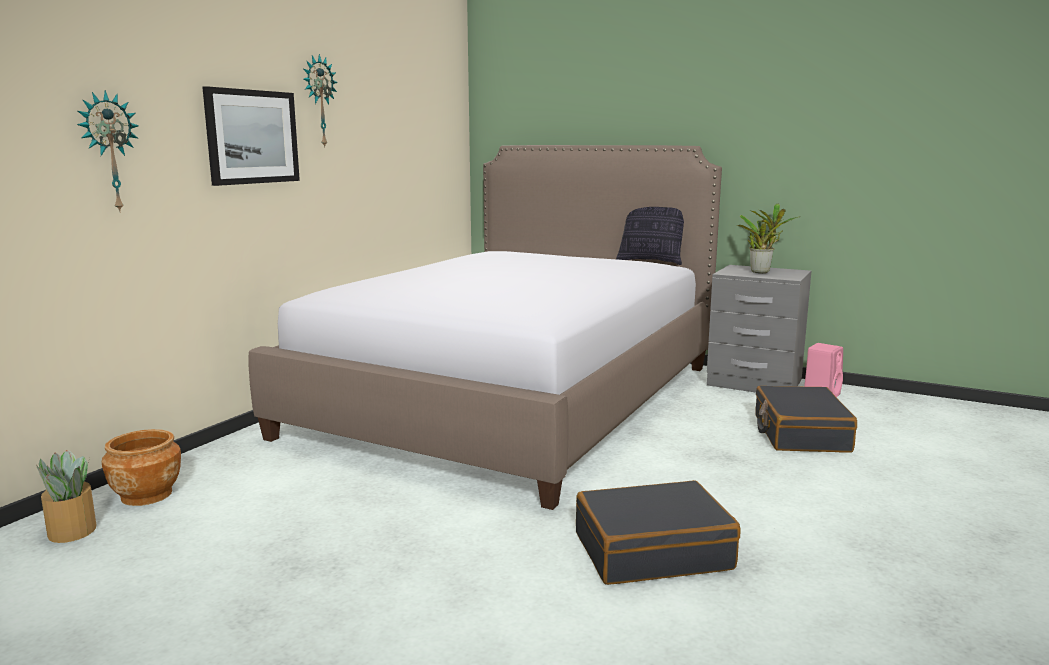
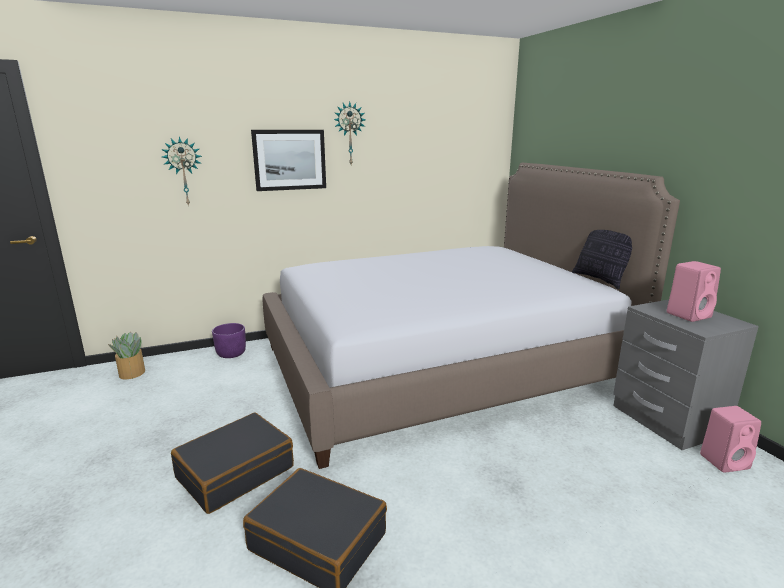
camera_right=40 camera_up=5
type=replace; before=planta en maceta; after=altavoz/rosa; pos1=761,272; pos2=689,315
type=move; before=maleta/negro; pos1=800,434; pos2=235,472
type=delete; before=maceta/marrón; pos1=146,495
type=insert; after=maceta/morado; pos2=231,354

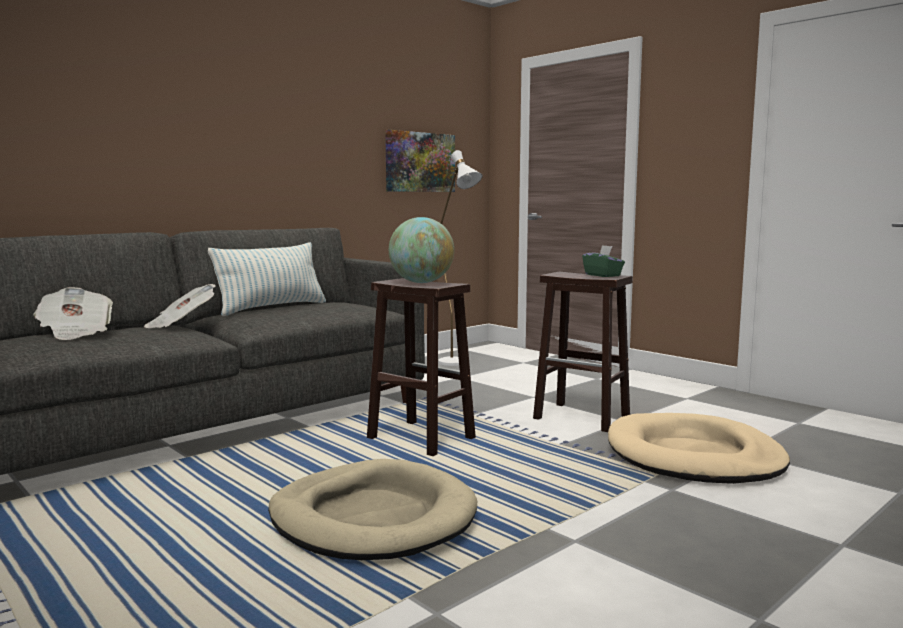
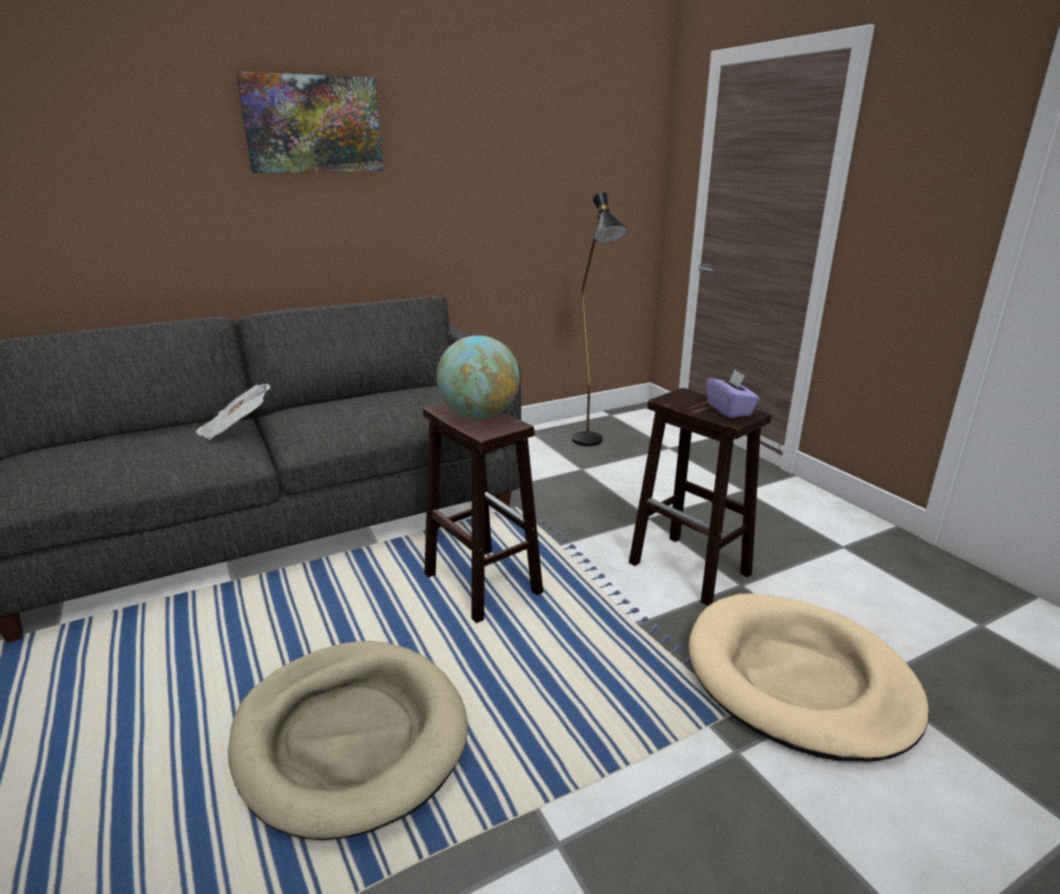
camera_right=15 camera_up=15
type=move; before=cuadro; pos1=420,162; pos2=313,124
type=recolor; before=lámpara de pie/blanco; after=lámpara de pie/negro; pos1=457,365; pos2=592,444
type=delete; before=cojín; pos1=272,308
type=recolor; before=caja de pañuelos/verde; after=caja de pañuelos/morado; pos1=603,275; pos2=729,410
type=delete; before=periódico; pos1=75,333

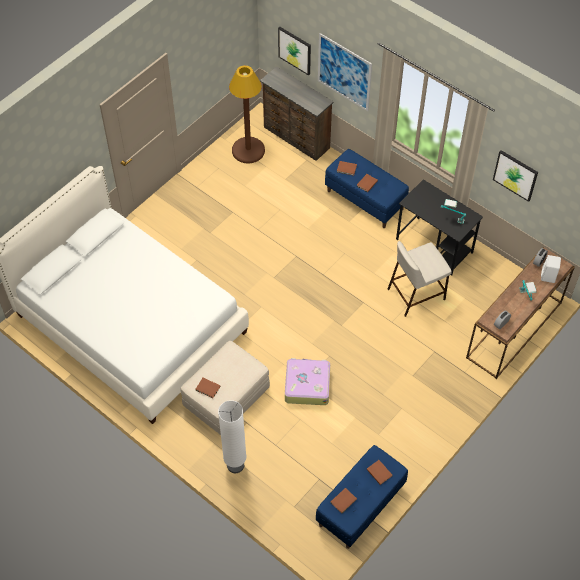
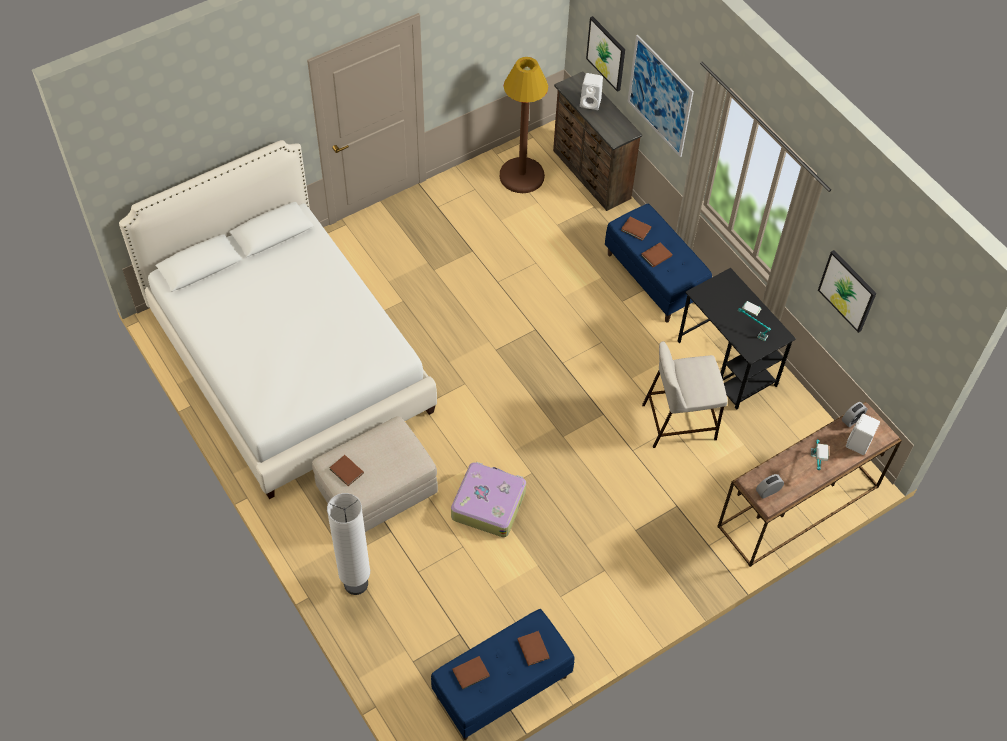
camera_right=15 camera_up=0
type=insert; after=altavoz/blanco; pos2=591,103

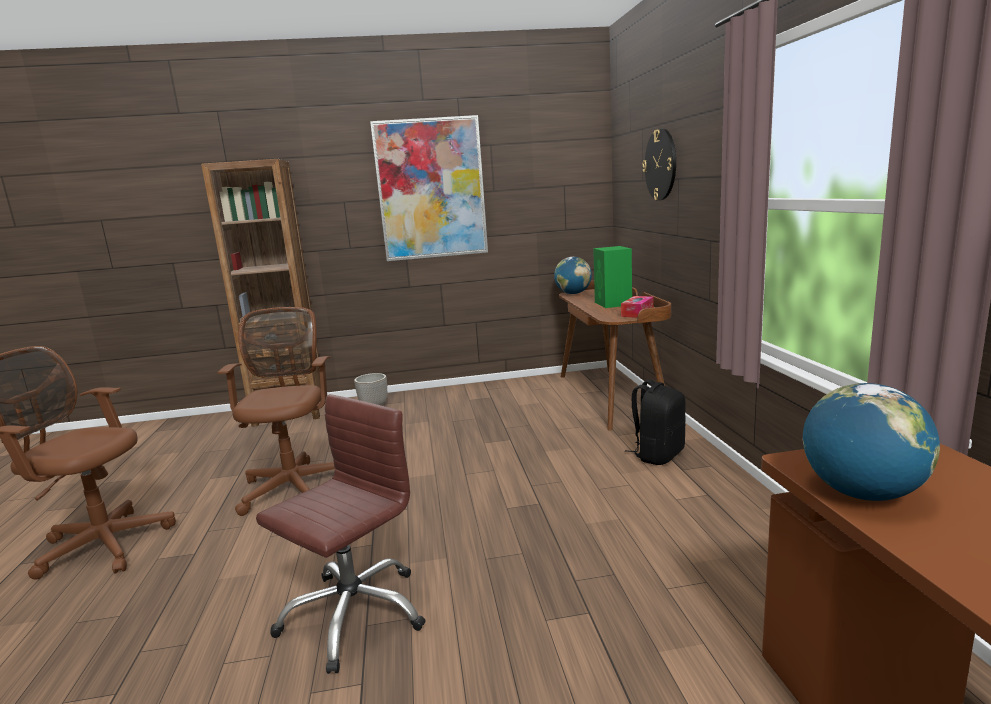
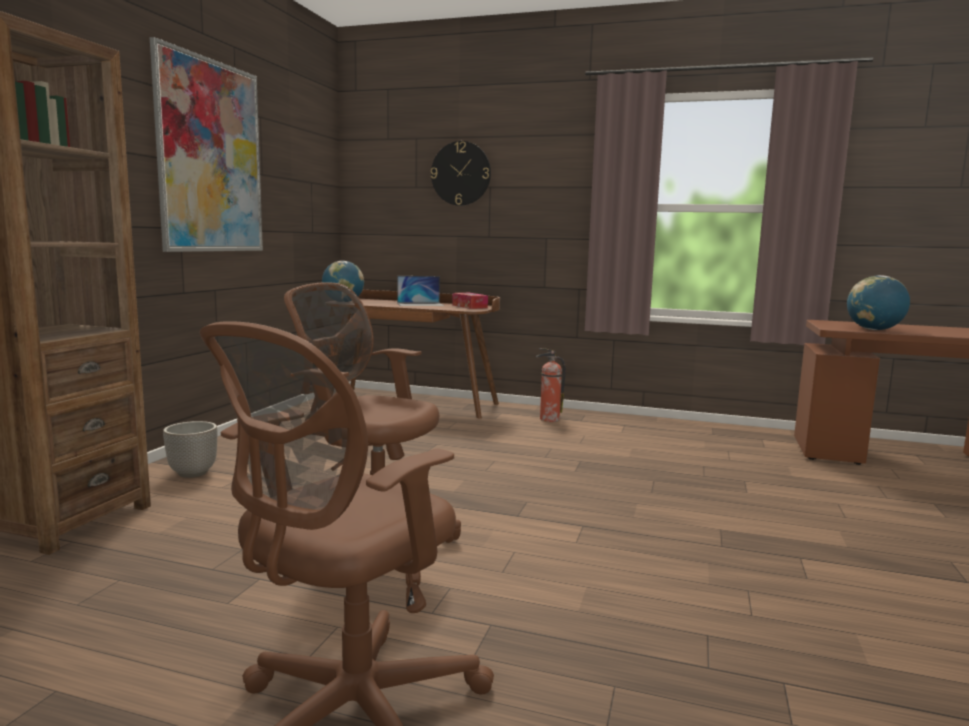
camera_right=-65 camera_up=-5
type=replace; before=altavoz/verde; after=portátil; pos1=613,304; pos2=420,304
type=replace; before=mochila/negro; after=extintor; pos1=658,455; pos2=548,419
type=delete; before=silla de oficina/marrón; pos1=353,614

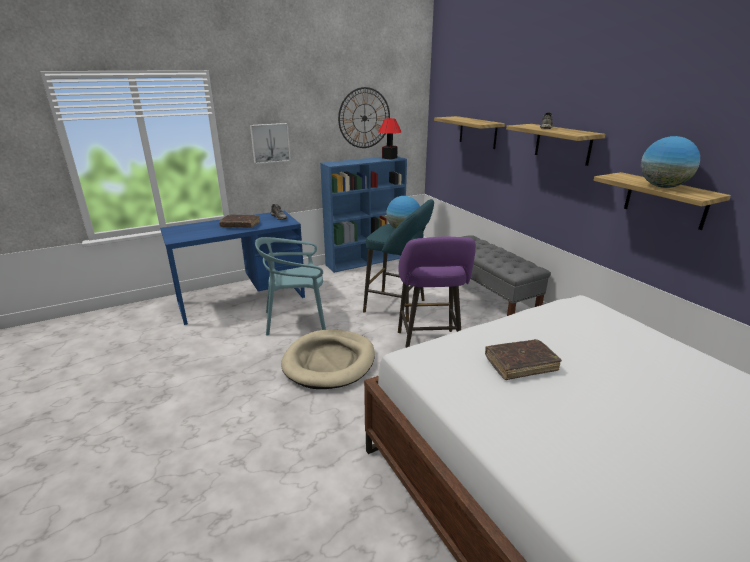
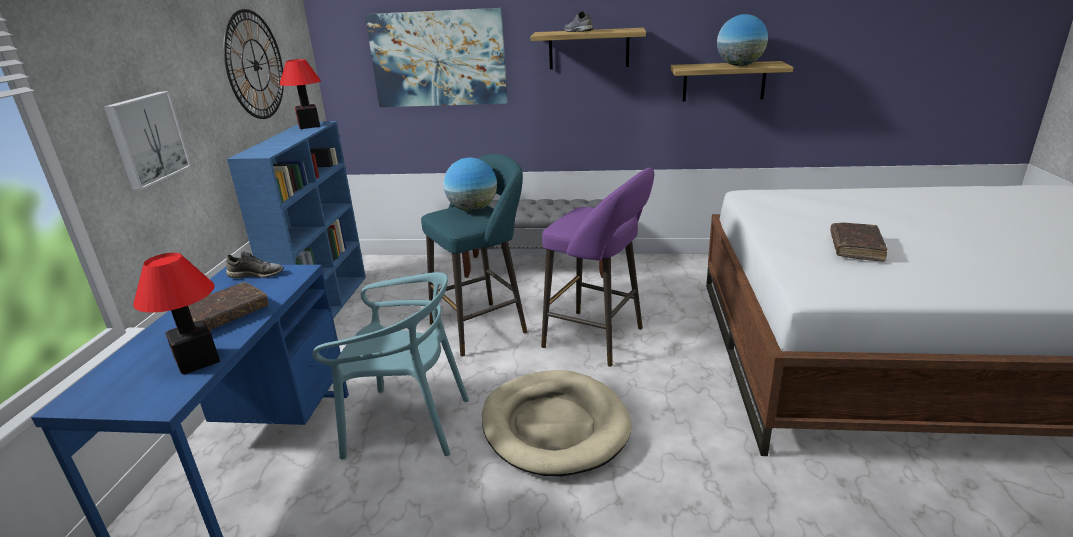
camera_right=-55 camera_up=0
type=replace; before=estante; after=cuadro; pos1=478,132; pos2=438,59
type=rotate; before=silla/turquesa; pos1=296,320; pos2=407,424; turn=-105
type=insert; after=lámpara de mesa; pos2=197,360

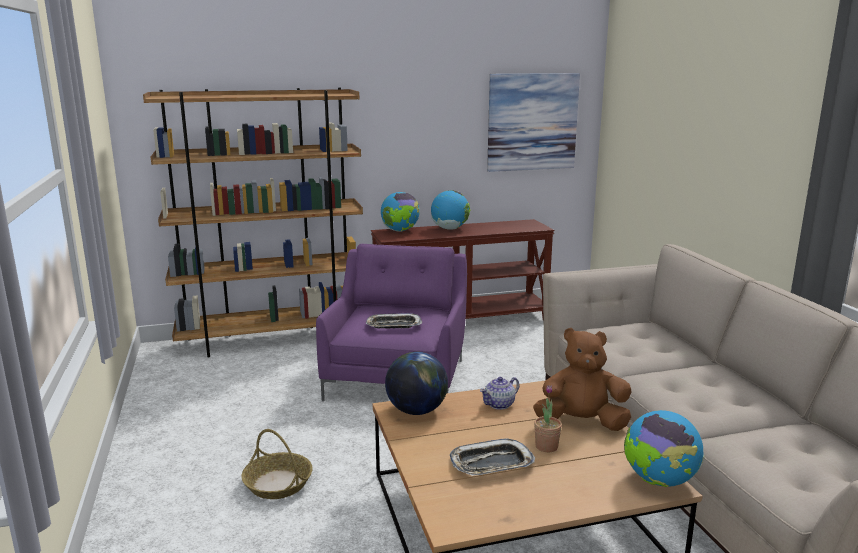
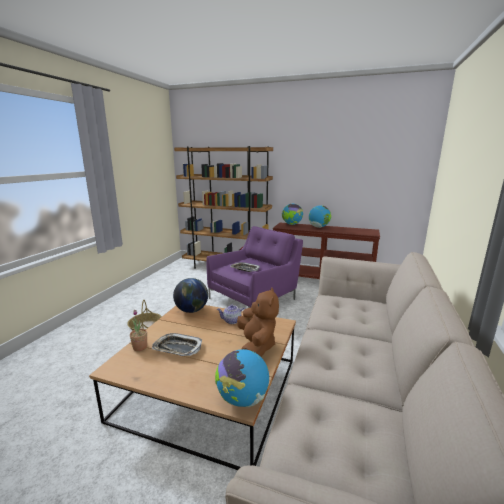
camera_right=35 camera_up=0
type=delete; before=cuadro; pos1=532,122
type=rotate; before=peluche/marrón; pos1=581,423; pos2=256,346; turn=45
type=move; before=planta en maceta; pos1=546,446; pos2=140,347

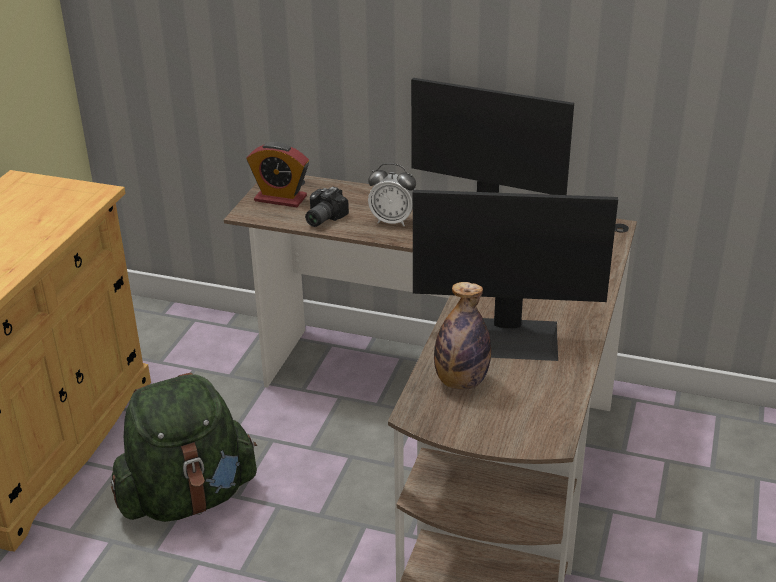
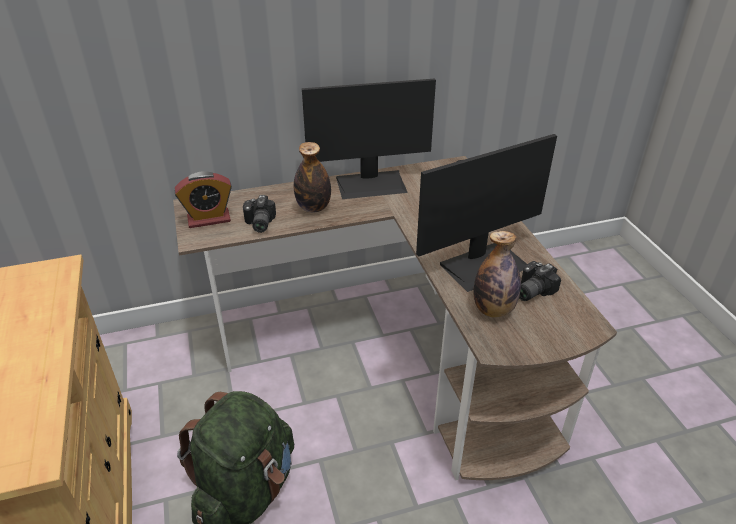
camera_right=-35 camera_up=5
type=replace; before=despertador; after=botella; pos1=392,221; pos2=313,207
type=insert; after=cámara; pos2=530,290

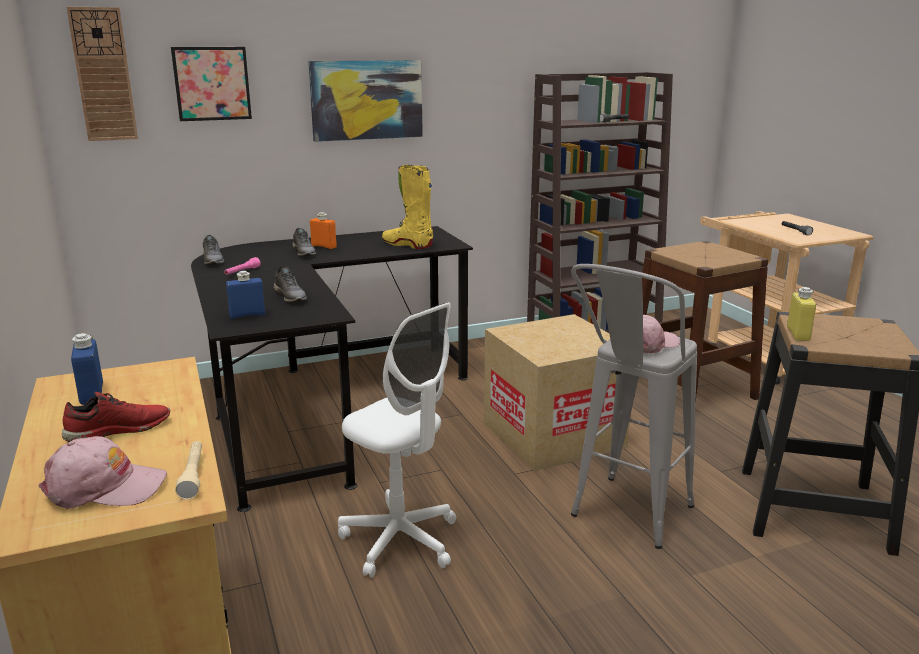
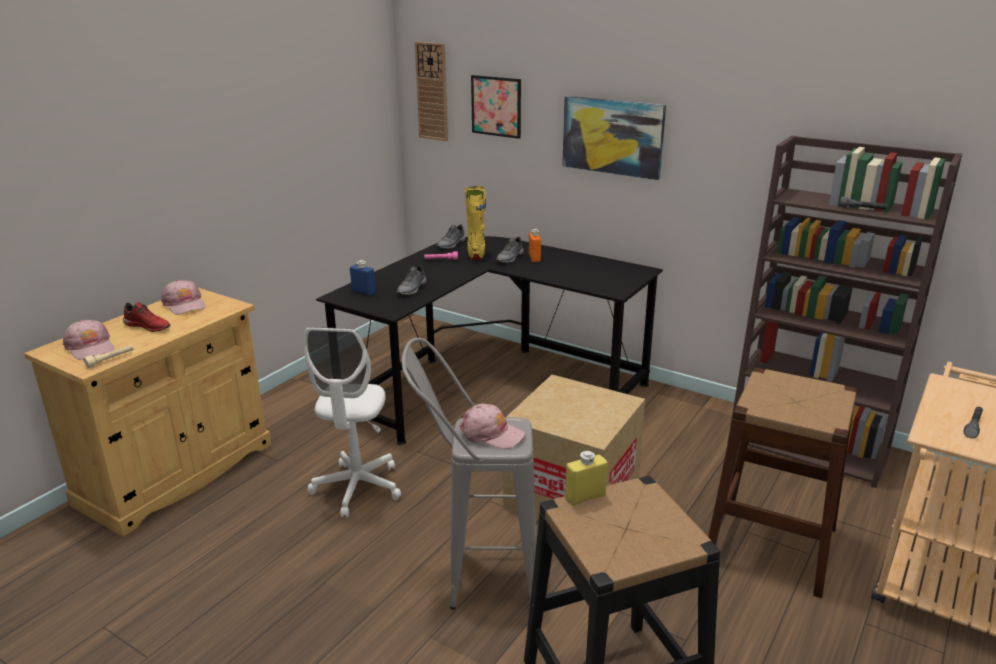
camera_right=55 camera_up=5
type=move; before=bota/amarillo; pos1=407,245; pos2=476,253
type=replace; before=botella/azul; after=gorra/rosa; pos1=92,394; pos2=185,304

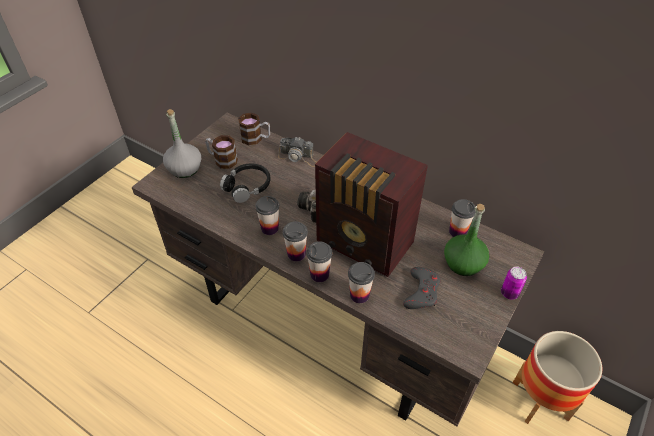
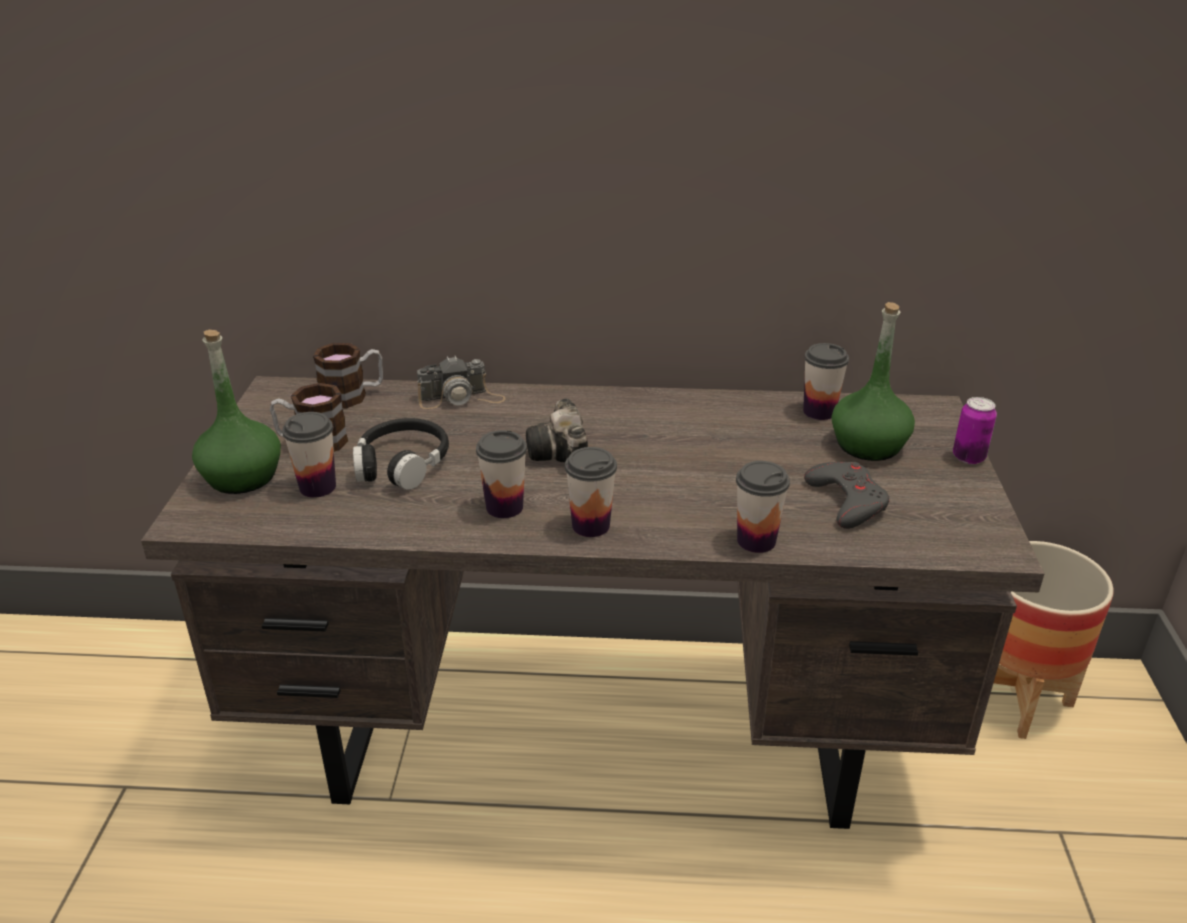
camera_right=-30 camera_up=-15
type=recolor; before=botella/gris; after=botella/verde; pos1=185,168; pos2=243,477
type=delete; before=radio; pos1=365,244
type=move; before=taza; pos1=319,274; pos2=317,487

